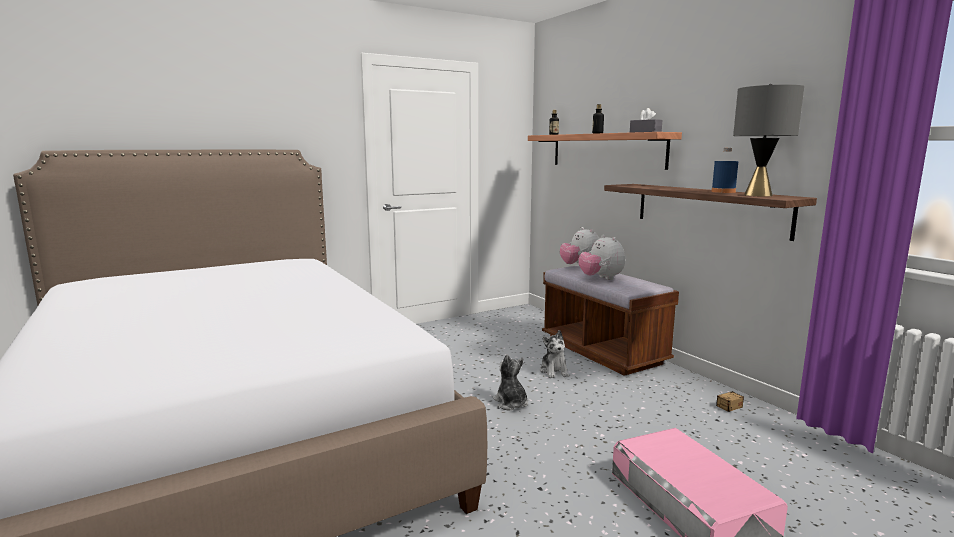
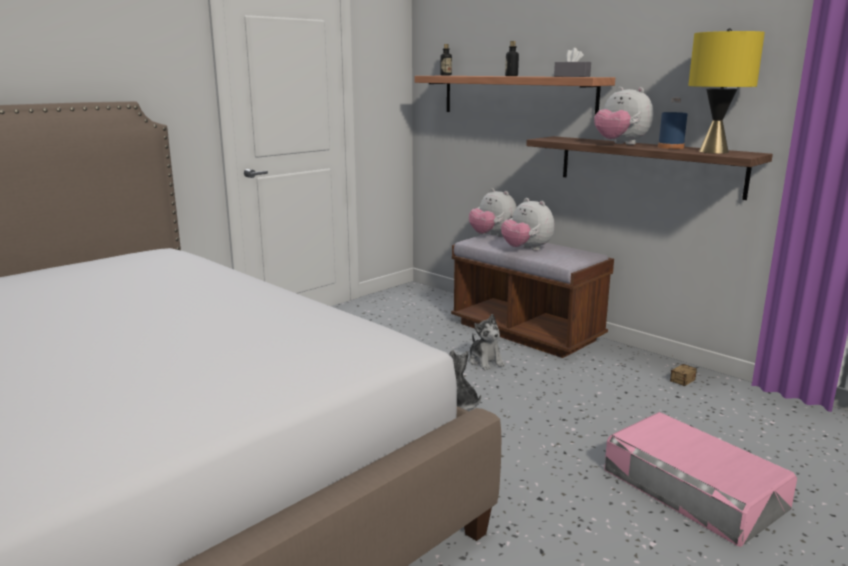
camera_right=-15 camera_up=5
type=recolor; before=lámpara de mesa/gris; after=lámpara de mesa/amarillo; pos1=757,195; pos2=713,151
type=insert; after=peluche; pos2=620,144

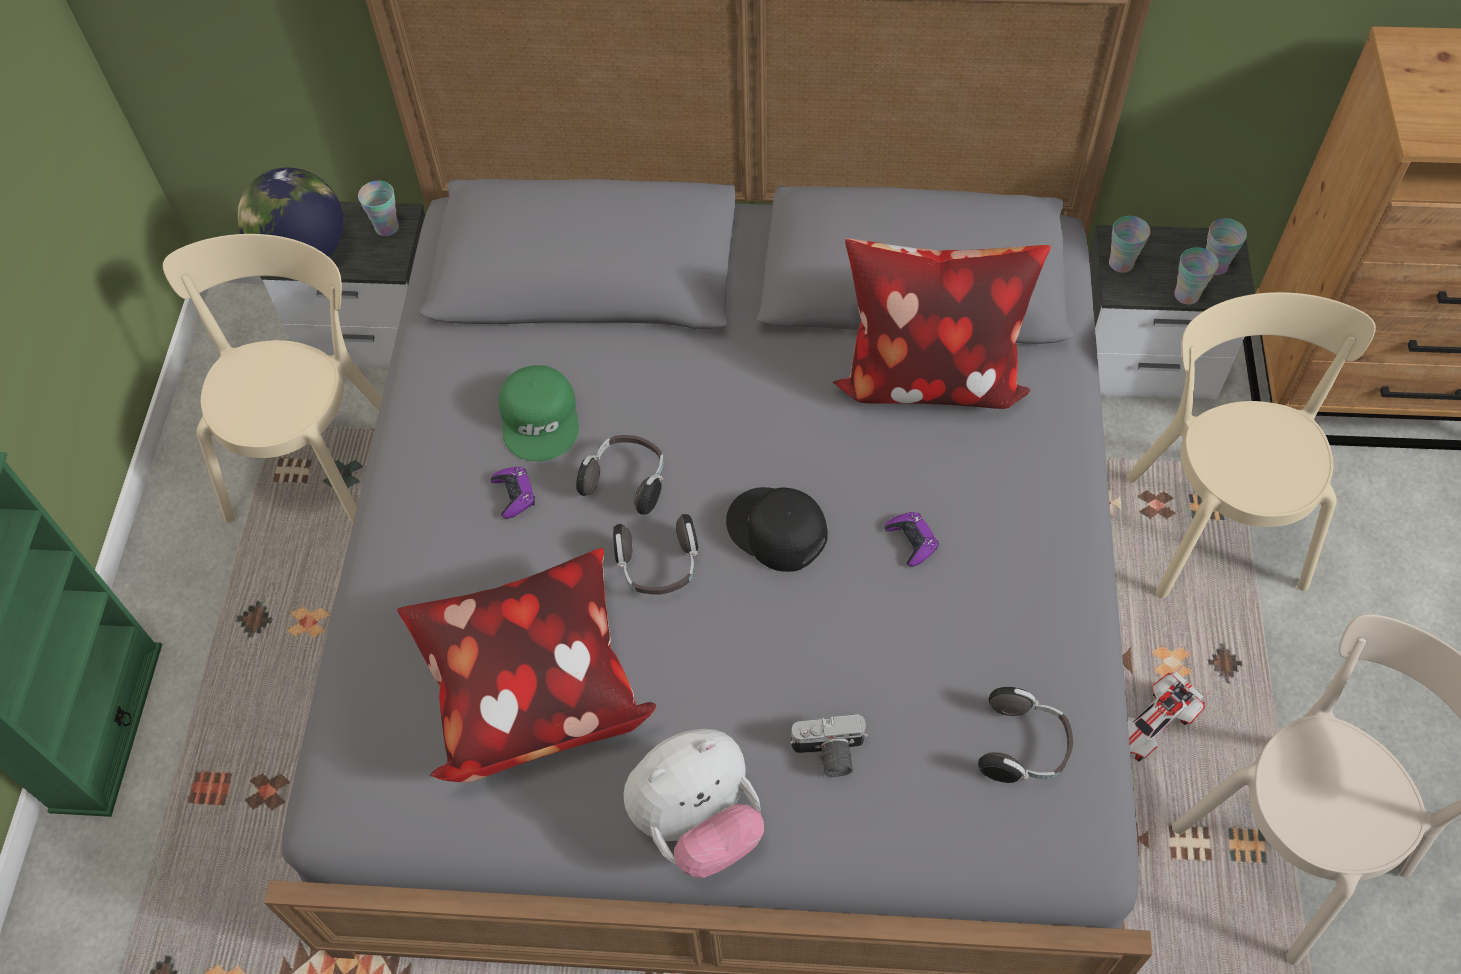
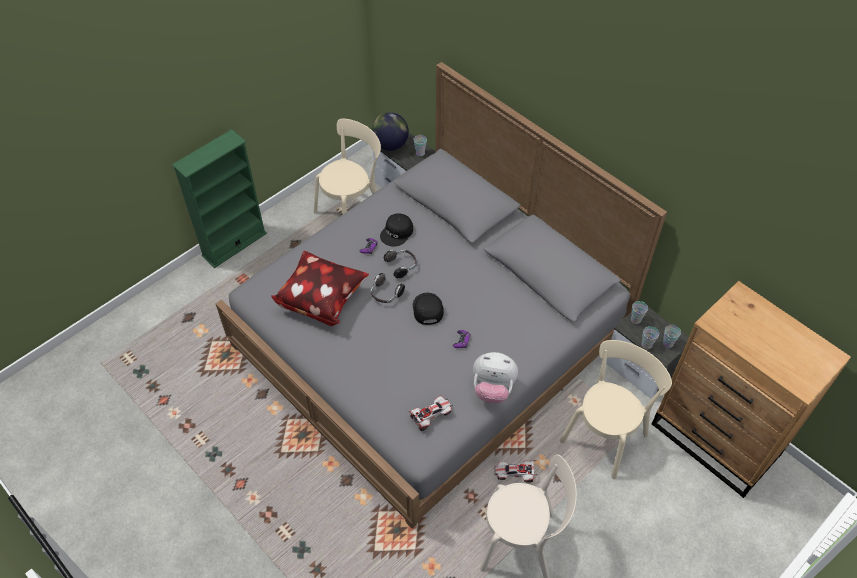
camera_right=40 camera_up=-5
type=delete; before=cojín; pos1=929,375
type=recolor; before=gorra/verde; after=gorra/negro; pos1=541,418; pos2=397,233
type=replace; before=auriculares; after=coche de juguete; pos1=1024,747; pos2=430,416
type=delete; before=cámara; pos1=829,755
type=move; before=peluche; pos1=697,822; pos2=493,389

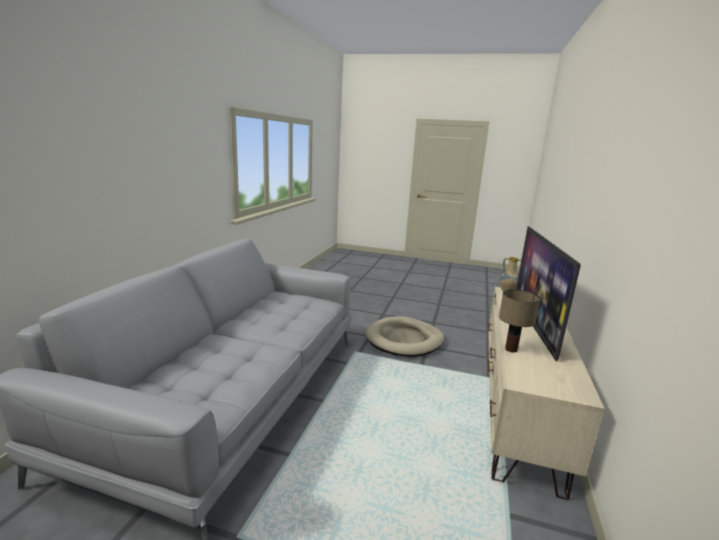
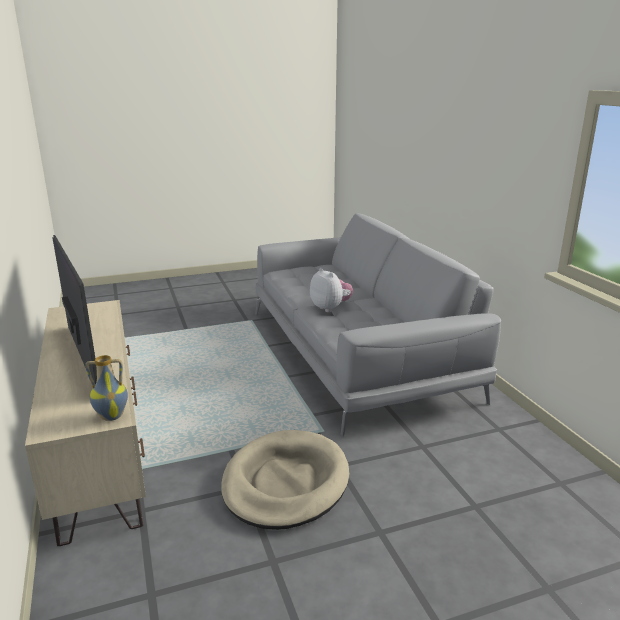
camera_right=145 camera_up=5
type=delete; before=lámpara de mesa; pos1=511,350
type=insert; after=peluche; pos2=330,308

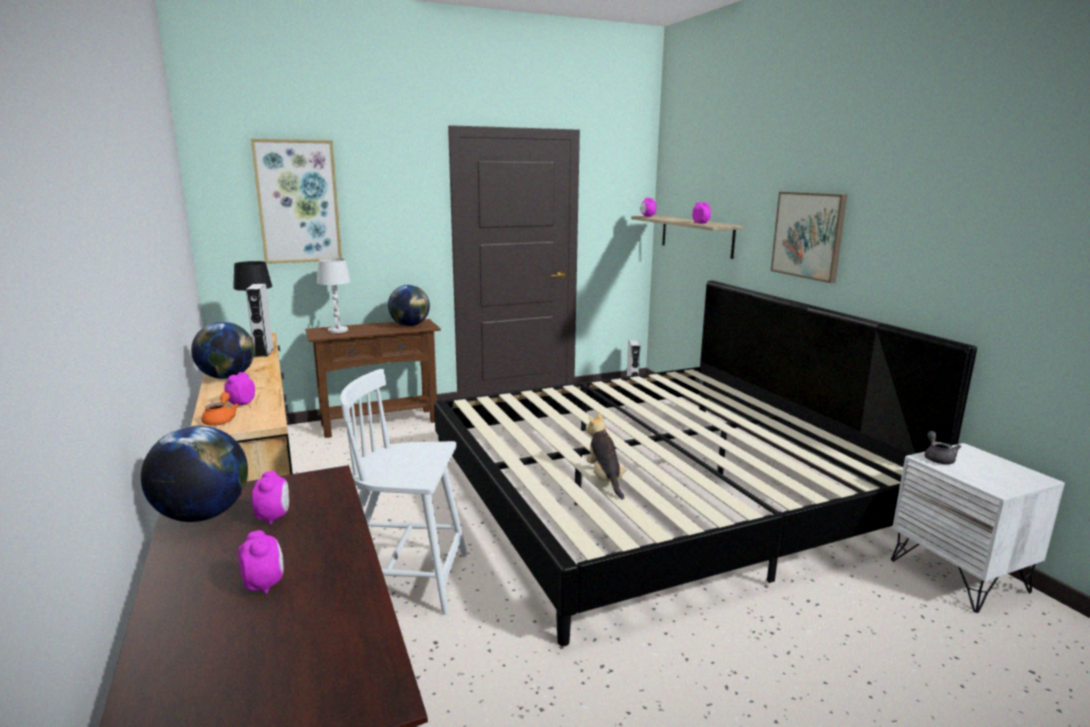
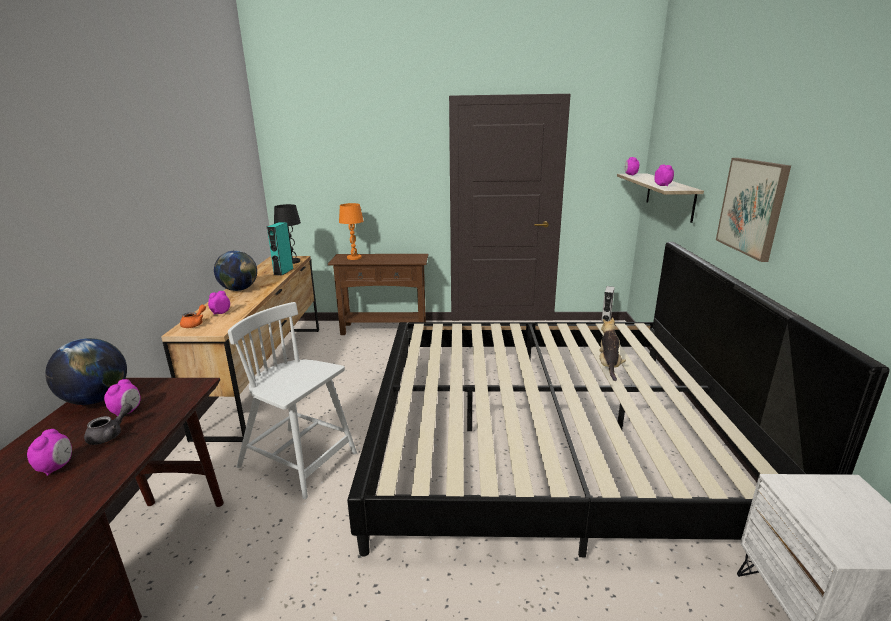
camera_right=25 camera_up=5
type=delete; before=cuadro; pos1=298,202
type=recolor; before=lámpara de mesa/blanco; after=lámpara de mesa/naranja; pos1=338,330; pos2=354,258
type=recolor; before=altavoz/gris; after=altavoz/turquesa; pos1=264,352; pos2=283,271
type=delete; before=globo terráqueo; pos1=410,325
type=move; before=peluche; pos1=605,479; pos2=608,365
type=move; before=tetera/gris; pos1=938,458; pos2=110,435

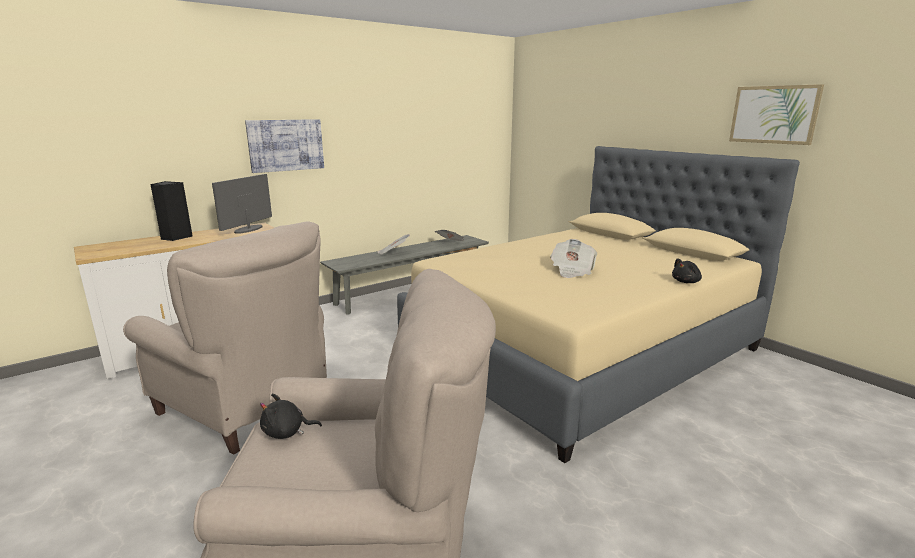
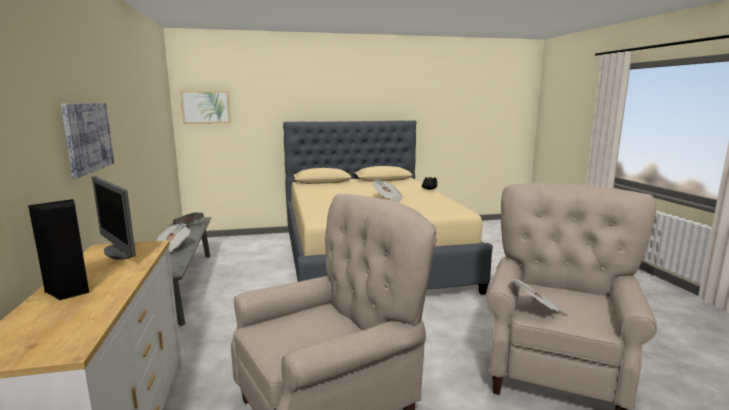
camera_right=-65 camera_up=-5
type=move; before=cuadro; pos1=774,114; pos2=206,107
type=replace; before=peluche/negro; after=periódico; pos1=287,432; pos2=537,310

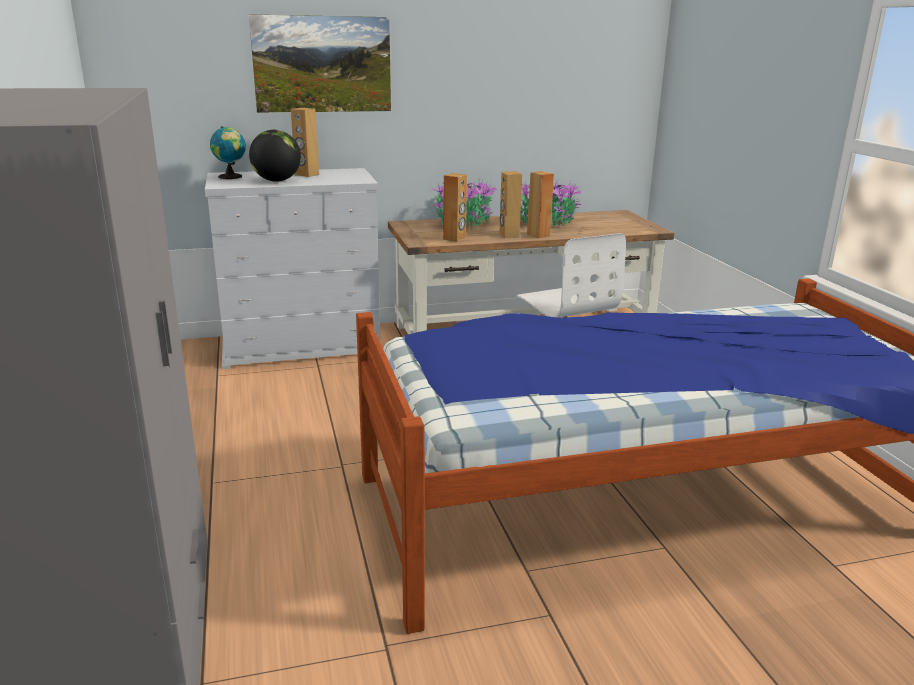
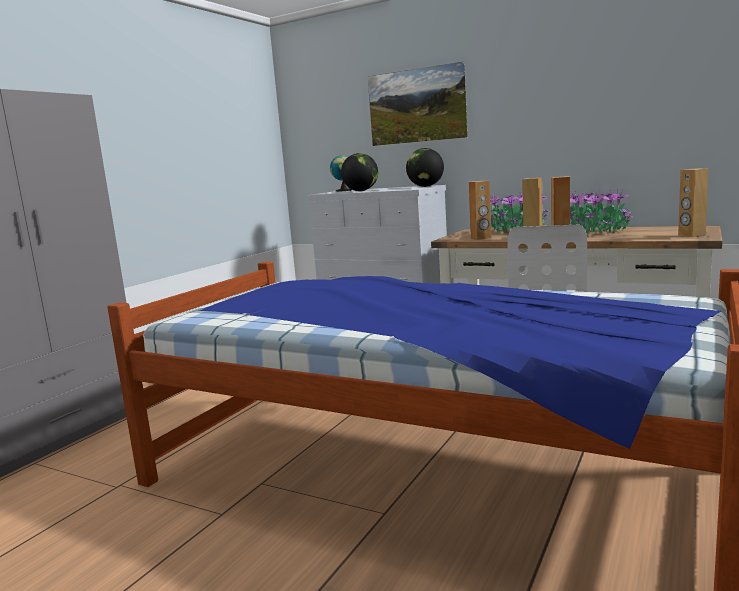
camera_right=45 camera_up=-10
type=move; before=altavoz/marrón; pos1=306,175; pos2=691,235
type=insert; after=globo terráqueo; pos2=425,186

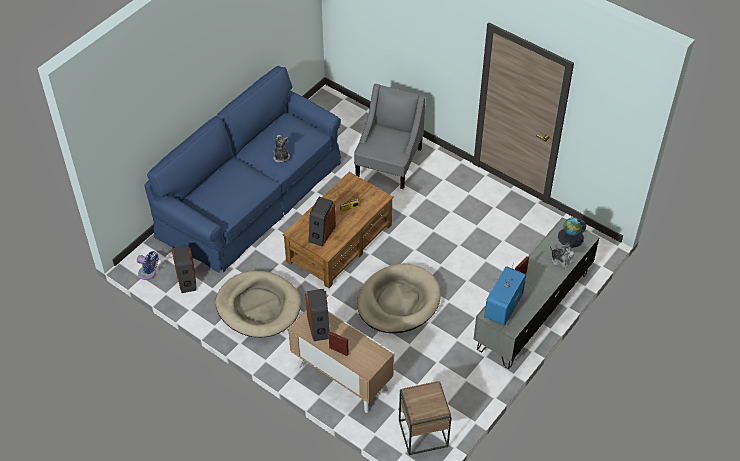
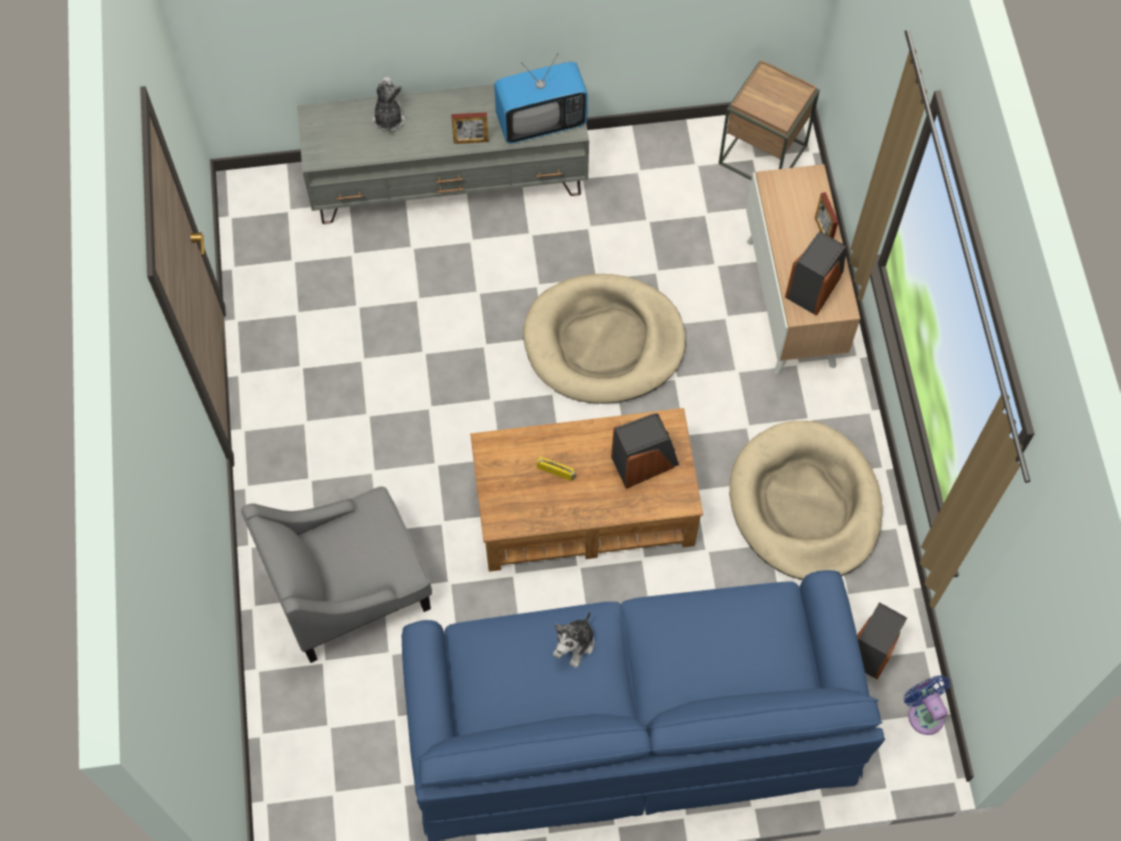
camera_right=-135 camera_up=15
type=delete; before=globo terráqueo; pos1=570,237

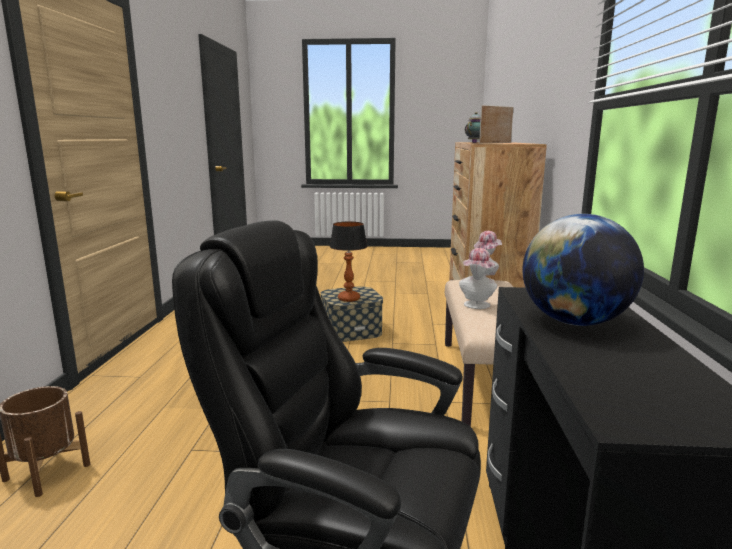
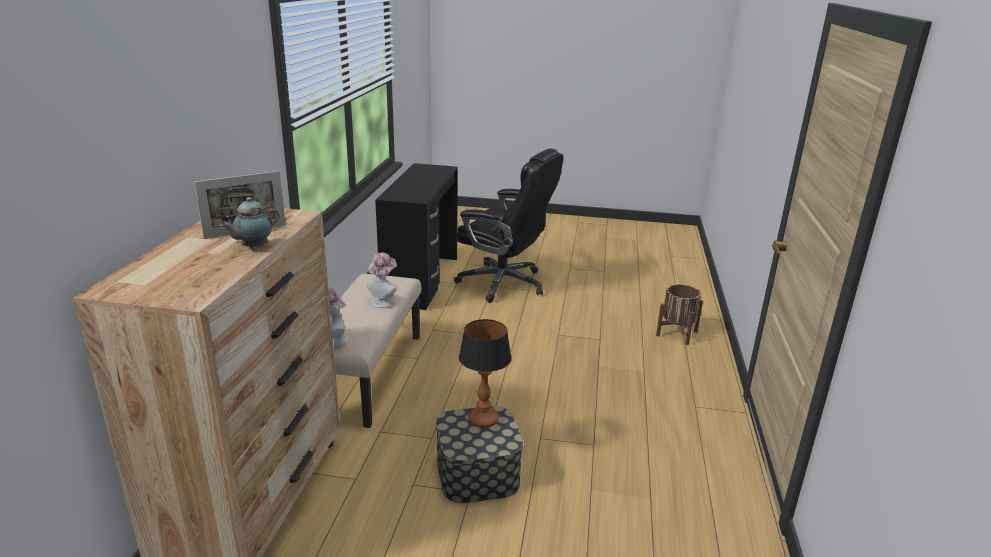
camera_right=-175 camera_up=10
type=delete; before=globo terráqueo; pos1=574,322

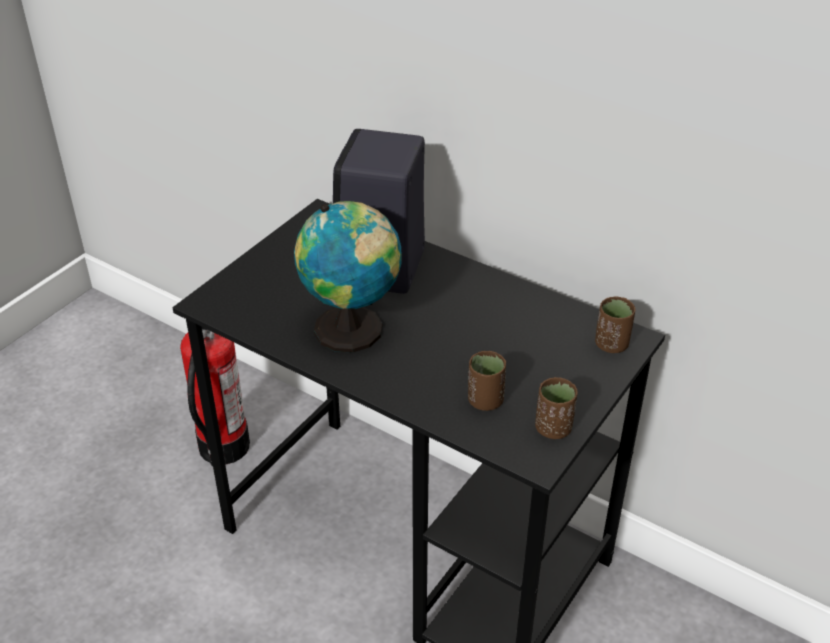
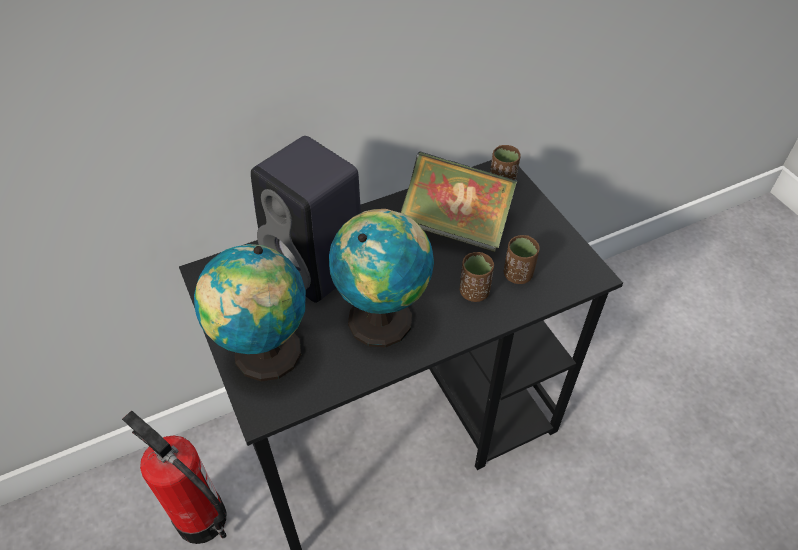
camera_right=-60 camera_up=10
type=move; before=taza/marrón; pos1=553,428; pos2=474,292
type=insert; after=libro; pos2=455,226
type=insert; after=globo terráqueo; pos2=265,356

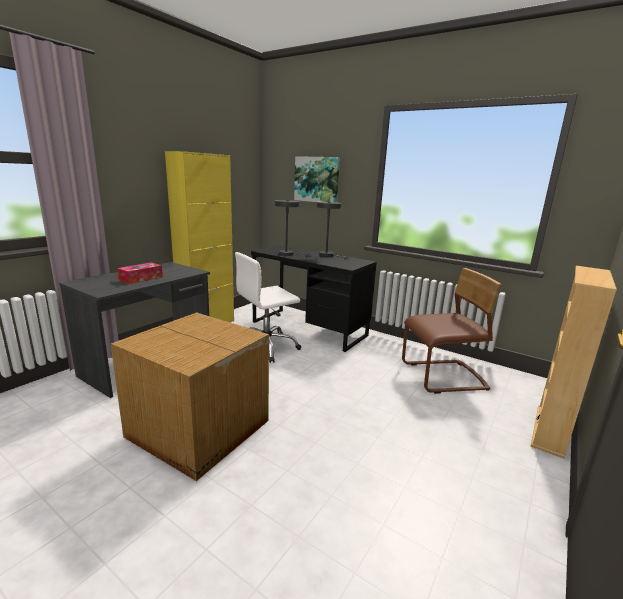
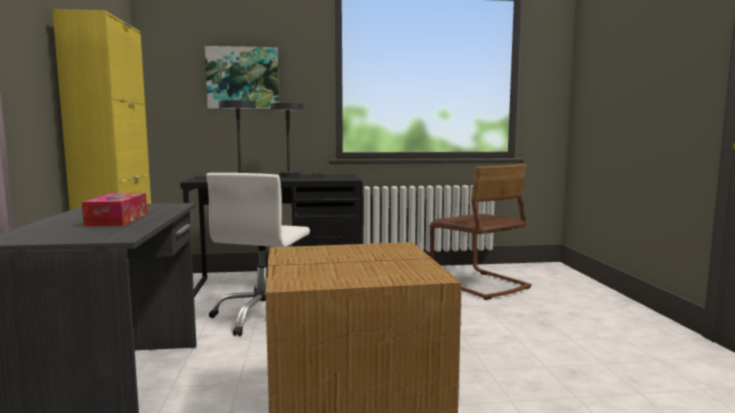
camera_right=-40 camera_up=-10
type=delete; before=estantería/beis; pos1=550,430
type=rotate; before=silla/marrón; pos1=443,377; pos2=478,284; turn=105

